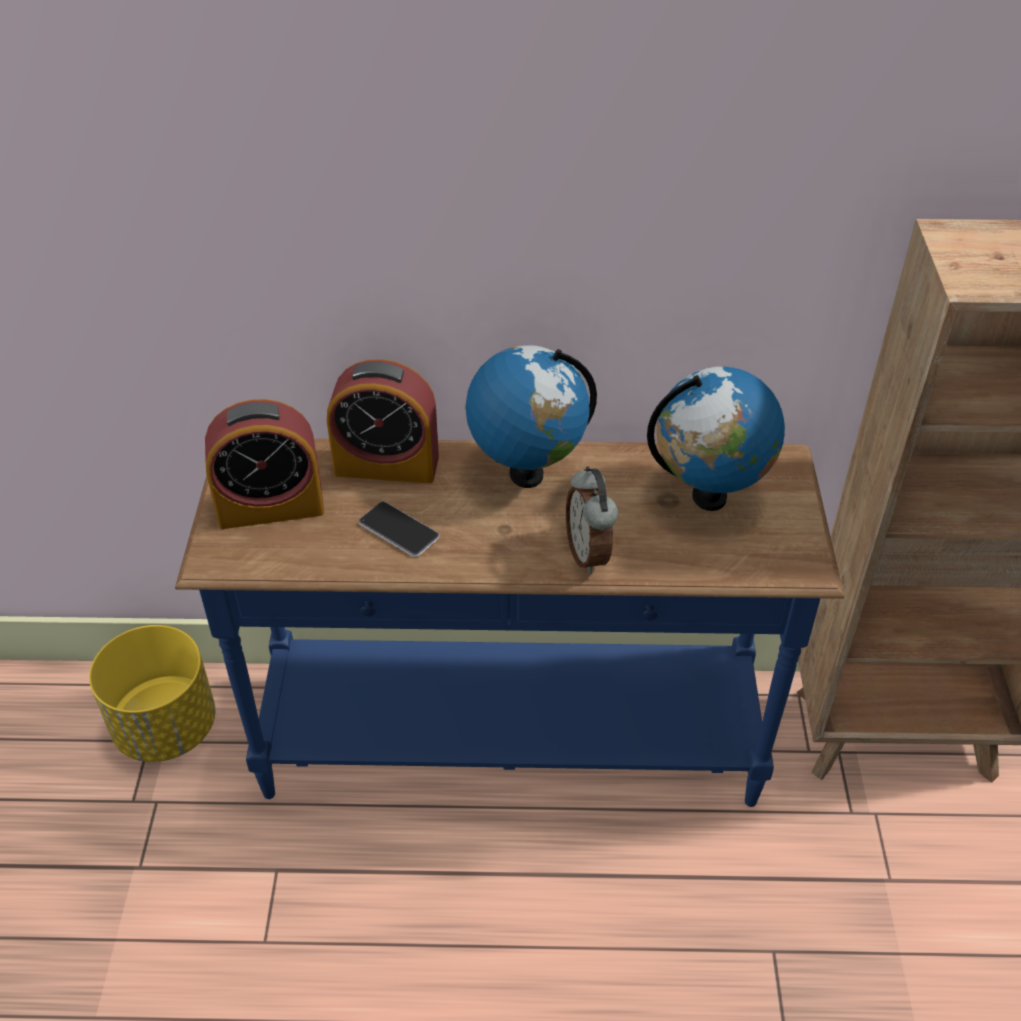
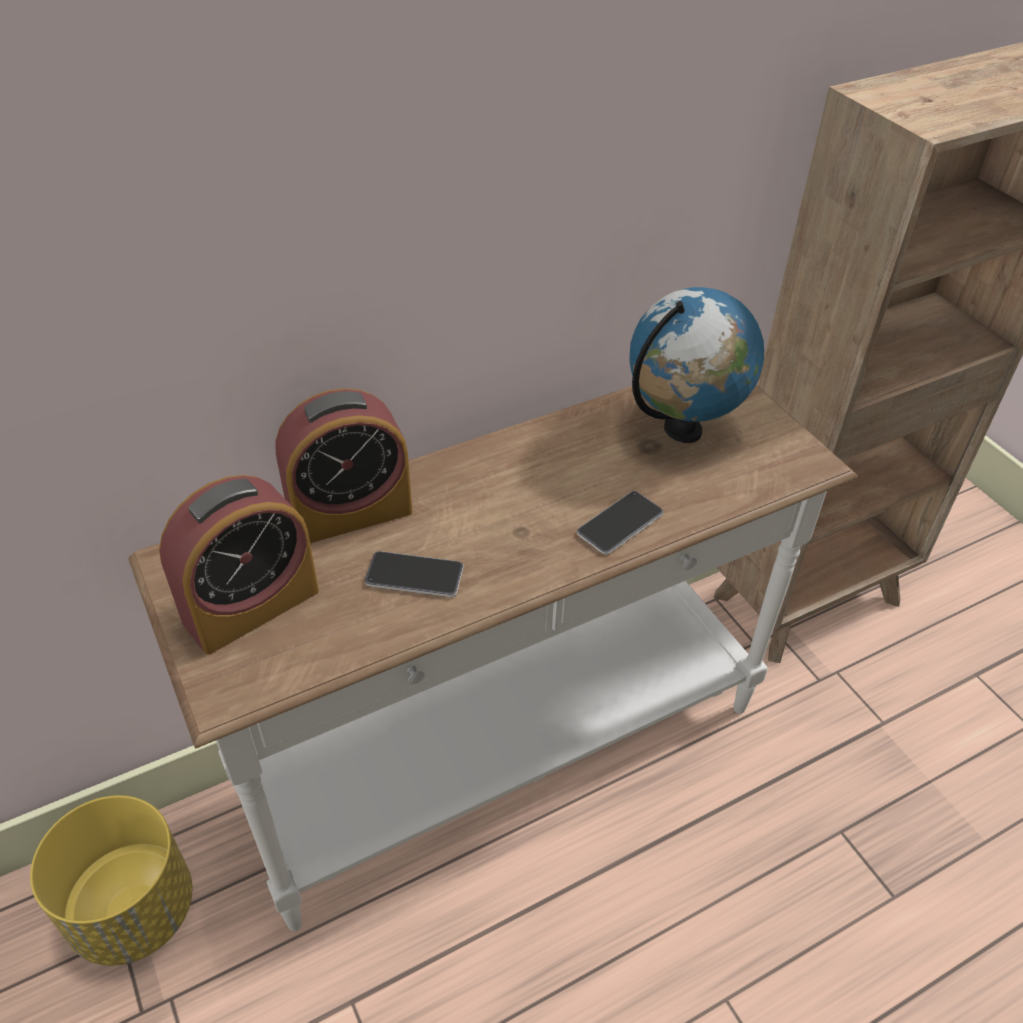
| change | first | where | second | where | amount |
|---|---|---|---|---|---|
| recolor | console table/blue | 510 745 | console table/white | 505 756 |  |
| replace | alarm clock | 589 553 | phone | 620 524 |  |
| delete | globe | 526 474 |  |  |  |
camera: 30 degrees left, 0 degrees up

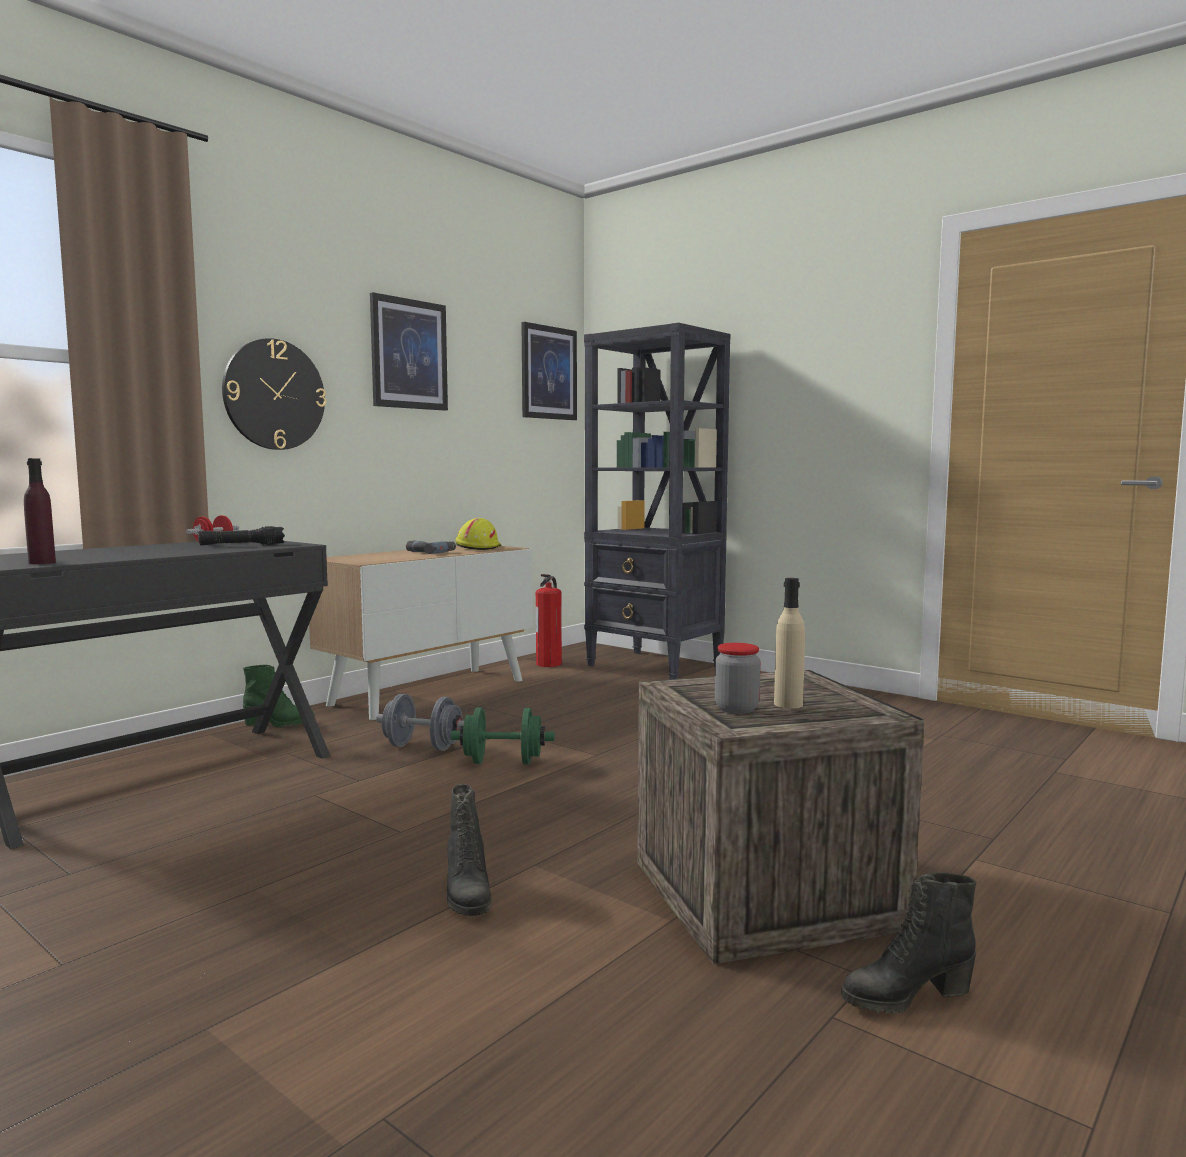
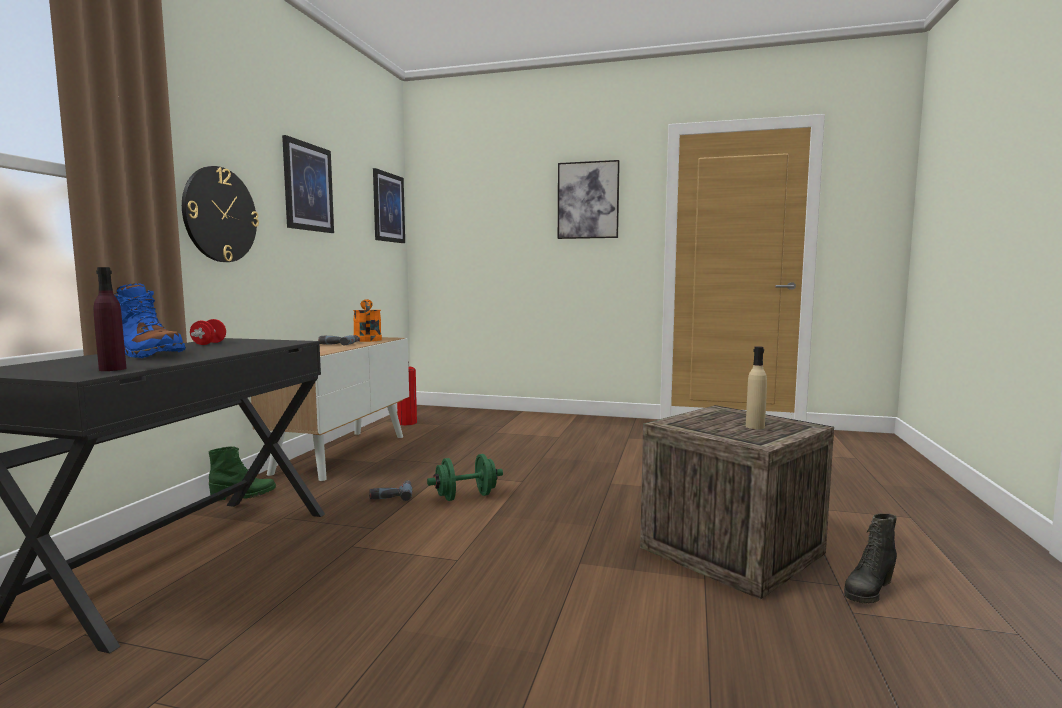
| change | first | where | second | where | amount |
|---|---|---|---|---|---|
| insert |  |  | boot/blue | 146 354 |  |
| replace | hard hat/yellow | 478 548 | watering can/orange | 367 339 |  |
| replace | dumbbell/grey | 423 747 | power drill | 391 495 |  |
| insert |  |  | picture | 588 200 |  |
| delete | flashlight/black | 242 545 |  |  |  |
| delete | boot/black | 466 895 |  |  |  |
| delete | bookcase/black | 655 666 |  |  |  |
| delete | jar | 736 709 |  |  |  |
camera: 25 degrees left, 0 degrees up

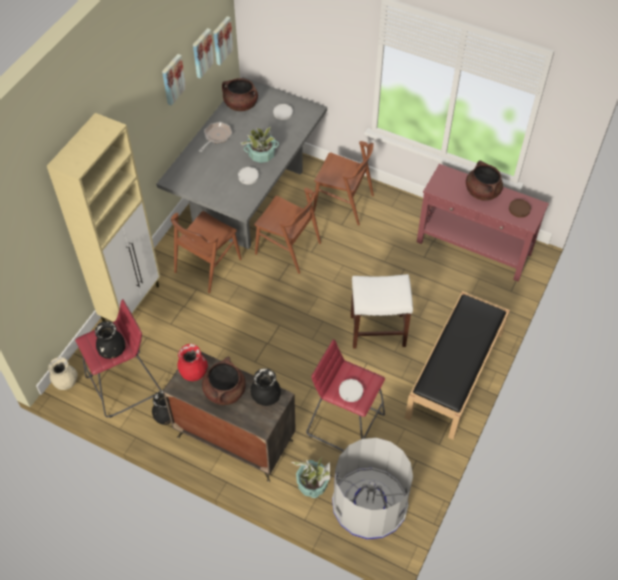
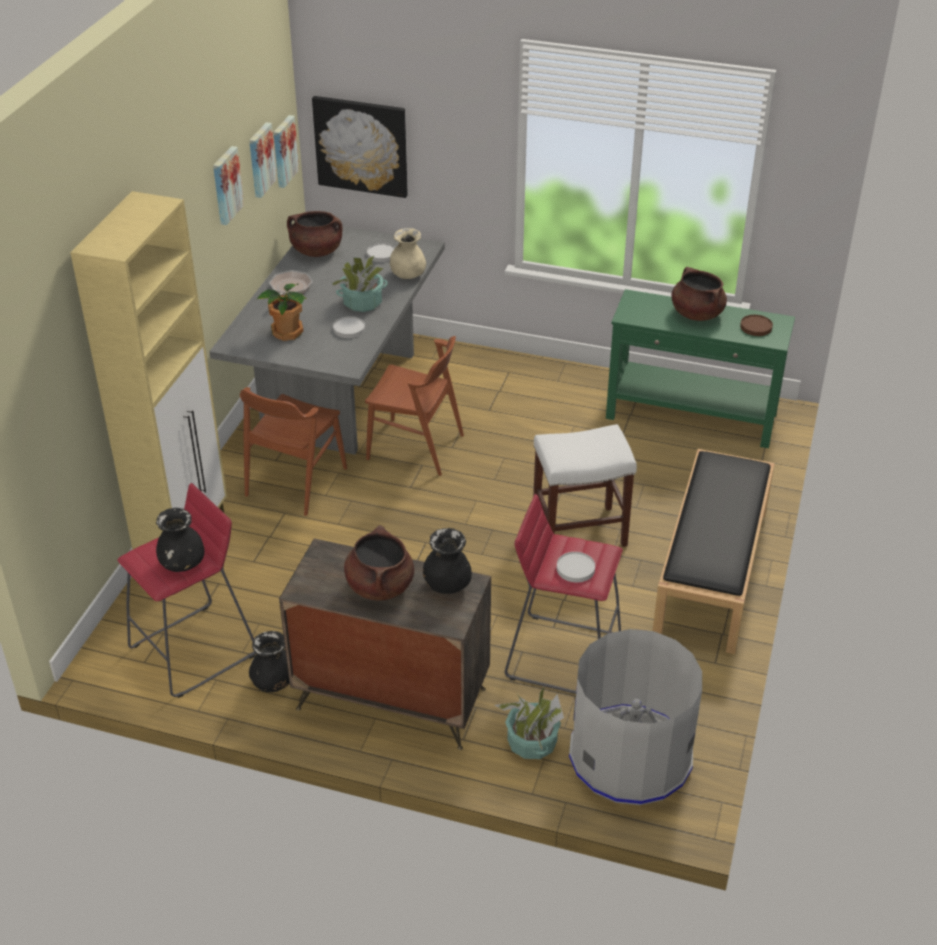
| change | first | where | second | where | amount |
|---|---|---|---|---|---|
| insert |  |  | potted plant | 286 332 |  |
| insert |  |  | picture | 361 146 |  |
| move | vase/beige | 65 382 |  | 408 275 |  |
| recolor | console table/red | 474 248 | console table/green | 692 417 |  |
| delete | vase/red | 193 372 |  |  |  |
| delete | chair/brown | 343 203 |  |  |  |
camera: 10 degrees left, 15 degrees down

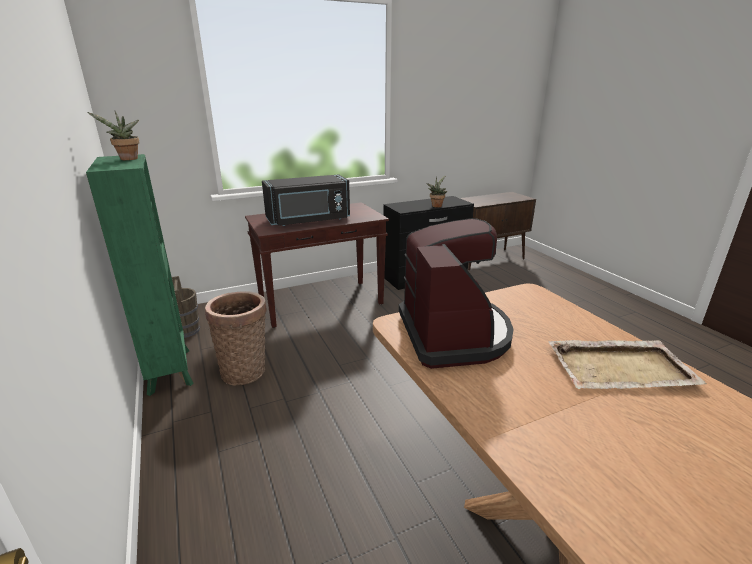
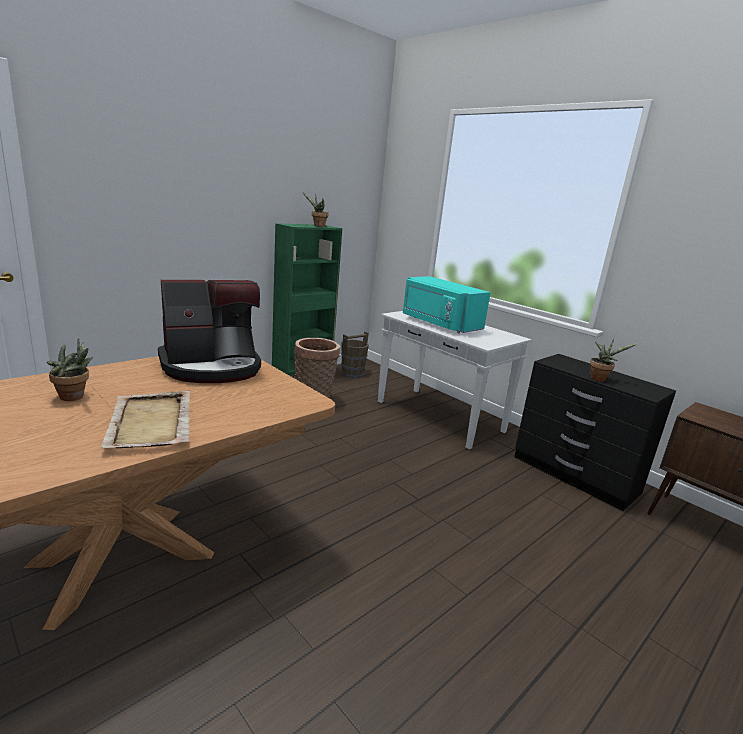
| change | first | where | second | where | amount |
|---|---|---|---|---|---|
| insert |  |  | potted plant | 75 397 |  |
| recolor | console table/brown | 322 303 | console table/white | 440 417 |  |
| recolor | microwave/black | 309 220 | microwave/turquoise | 439 324 |  |
camera: 70 degrees right, 5 degrees down

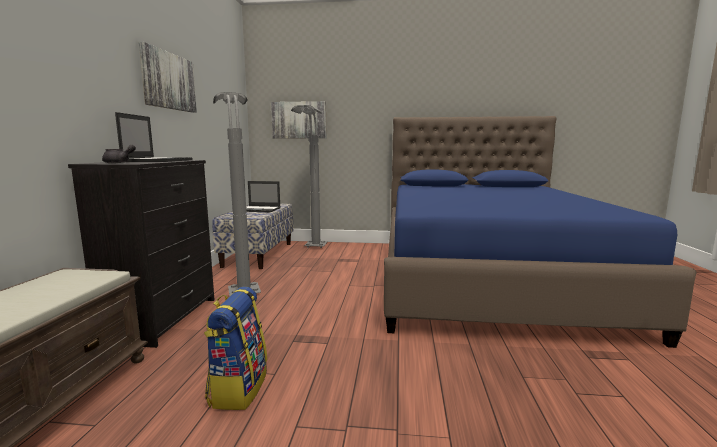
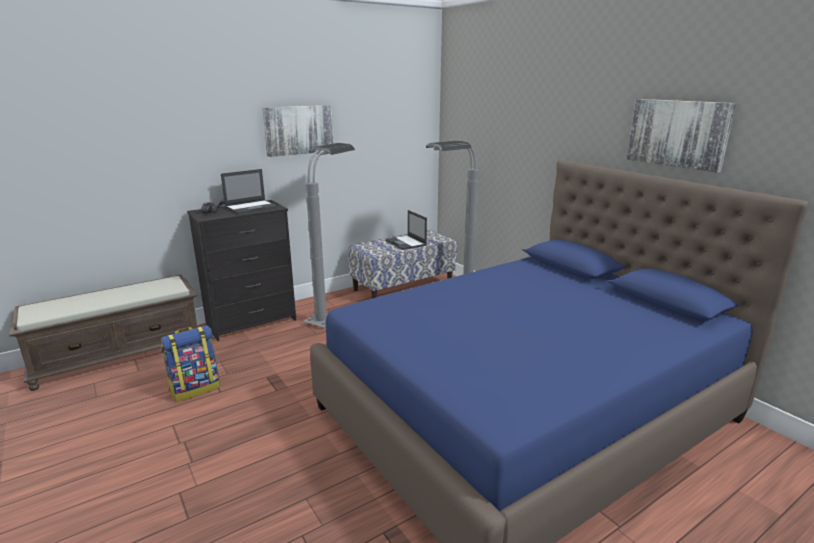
| change | first | where | second | where | amount |
|---|---|---|---|---|---|
| move | picture | 299 120 |  | 678 133 |  |
camera: 50 degrees right, 10 degrees up

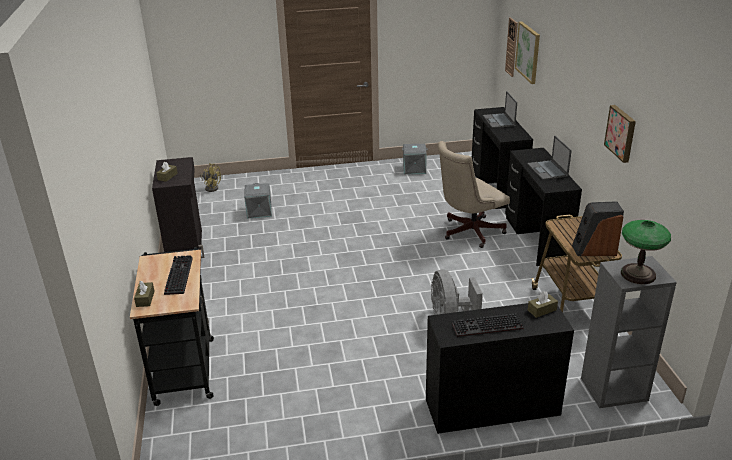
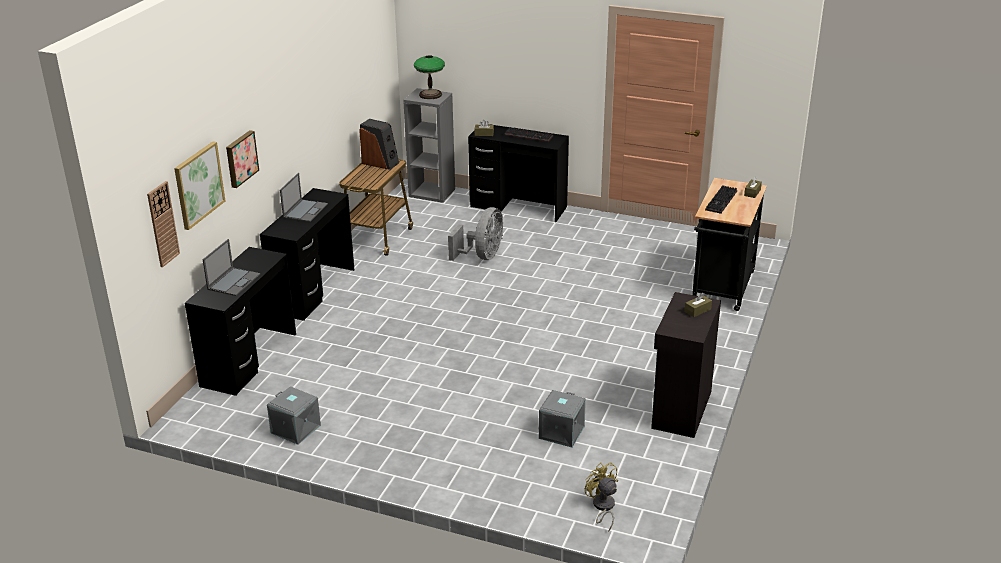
| change | first | where | second | where | amount |
|---|---|---|---|---|---|
| move | picture | 621 133 |  | 240 158 |  |
| delete | office chair/beige | 468 232 |  |  |  |
camera: 150 degrees left, 0 degrees up

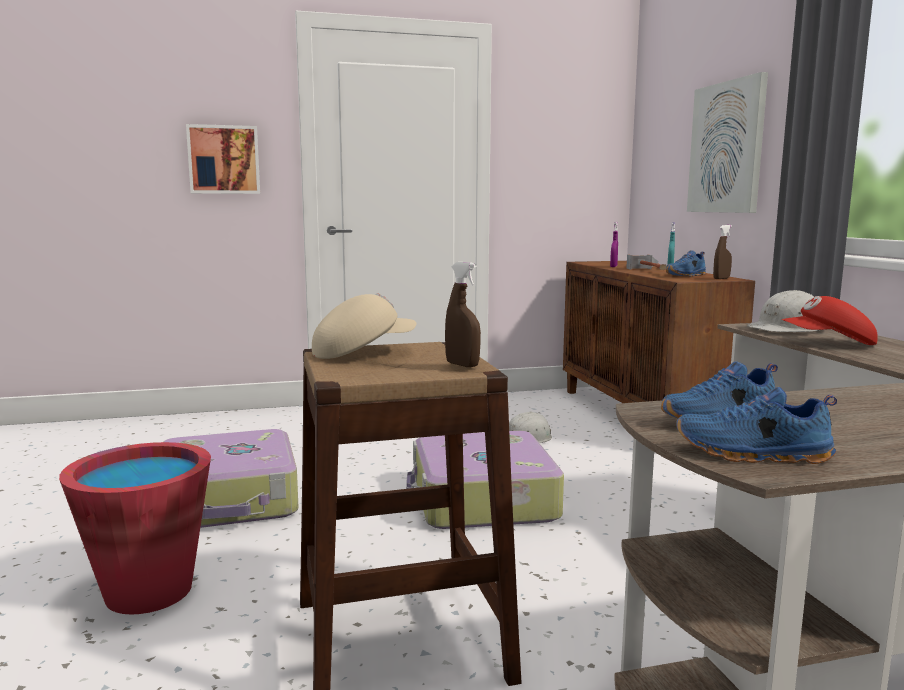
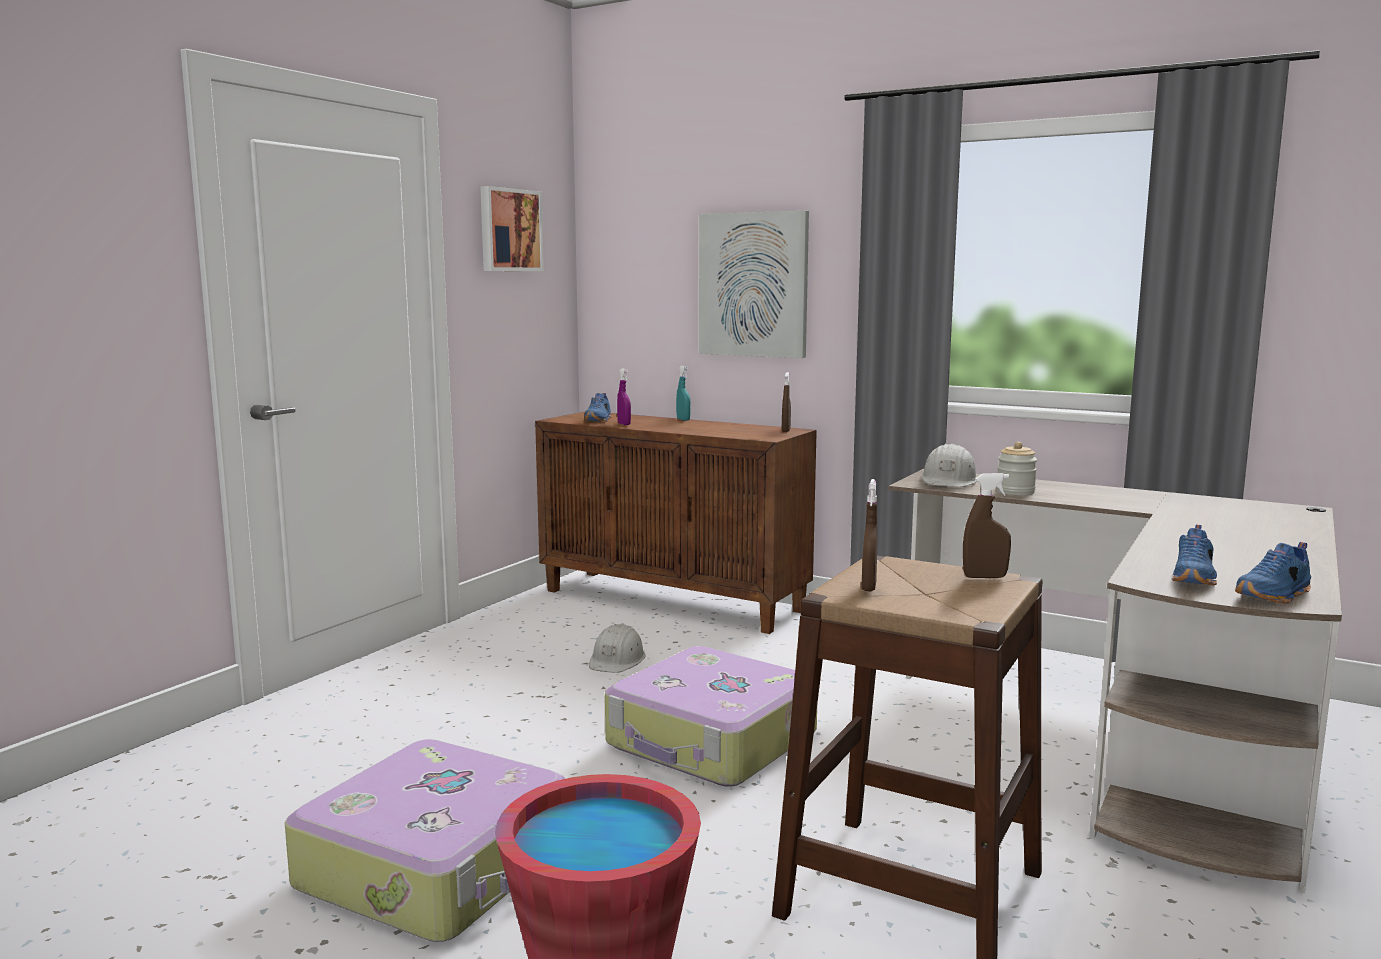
| change | first | where | second | where | amount |
|---|---|---|---|---|---|
| move | picture | 224 160 |  | 509 230 |  |
| move | shoe/blue | 687 275 |  | 599 420 |  |
| replace | cap/beige | 362 352 | spray bottle/brown | 868 587 |  |
| replace | cap/red | 829 343 | jar | 1015 492 |  |
| delete | hammer | 653 271 |  |  |  |
camera: 45 degrees left, 0 degrees up

